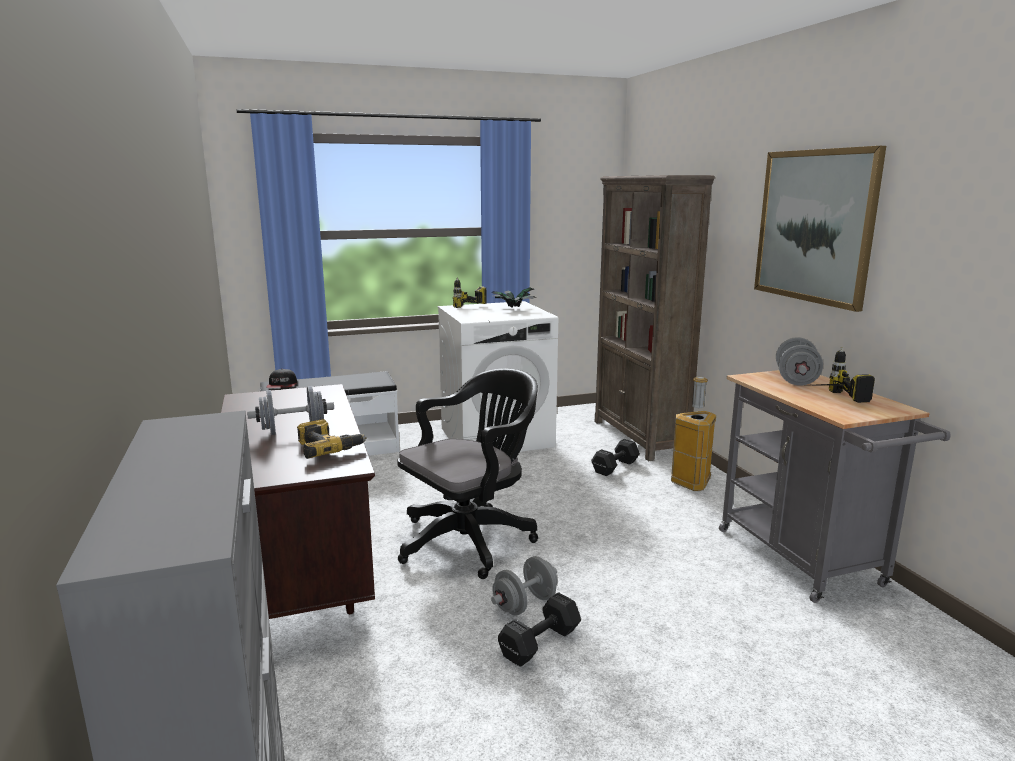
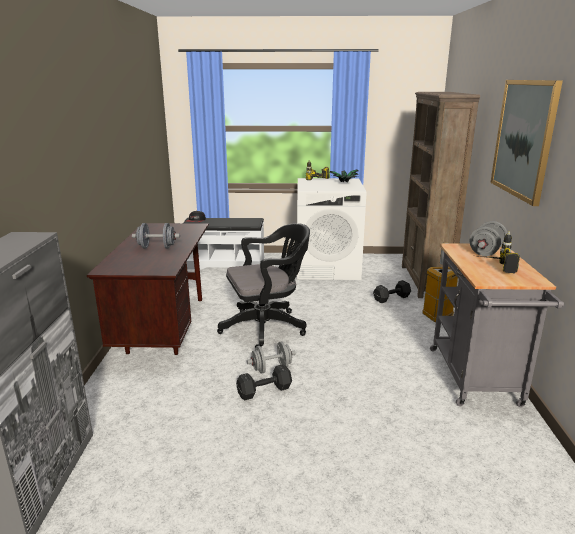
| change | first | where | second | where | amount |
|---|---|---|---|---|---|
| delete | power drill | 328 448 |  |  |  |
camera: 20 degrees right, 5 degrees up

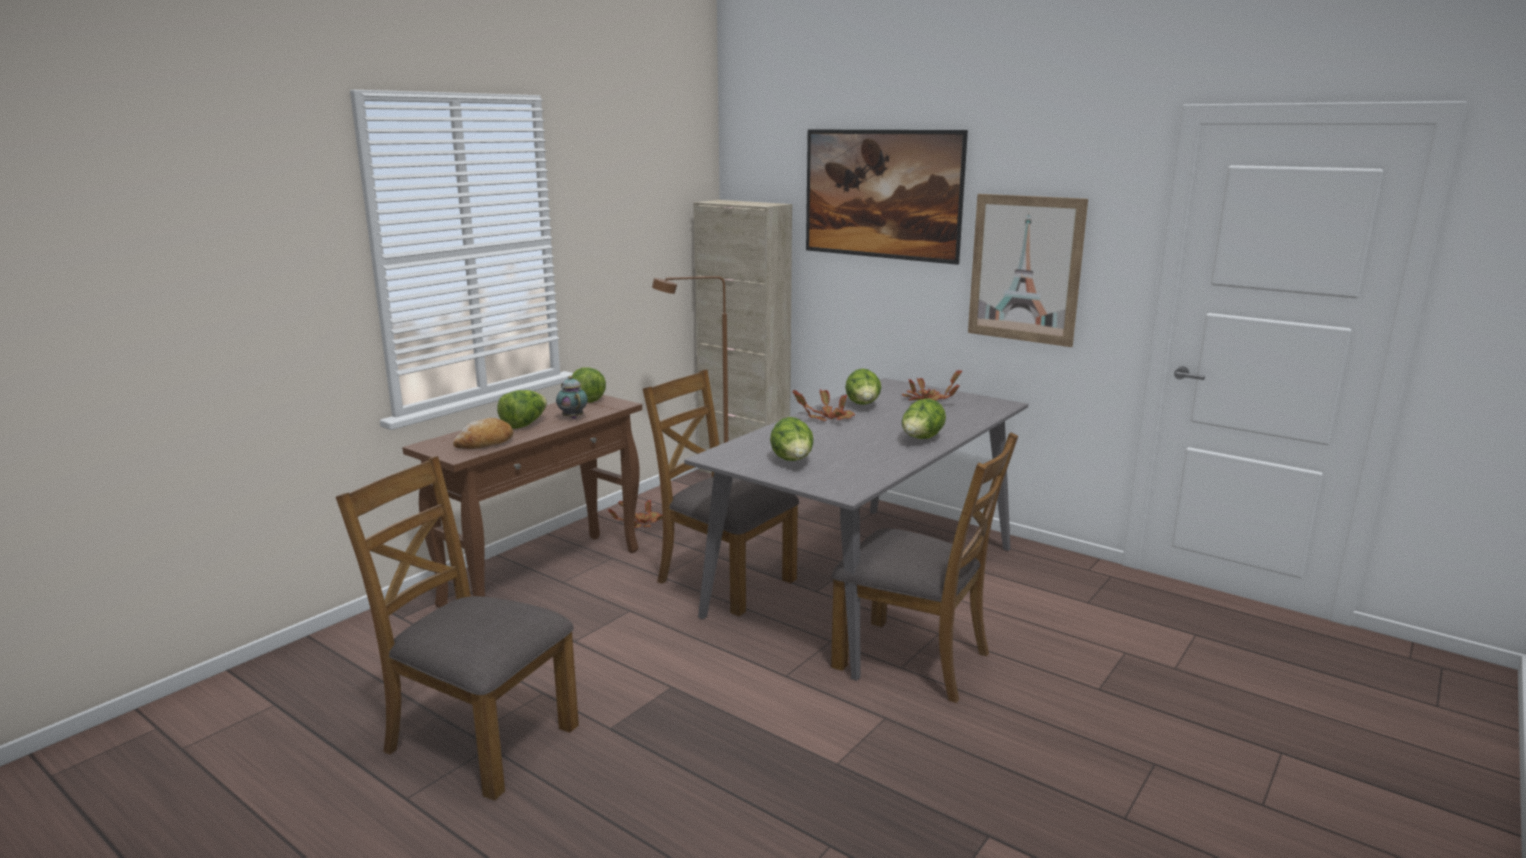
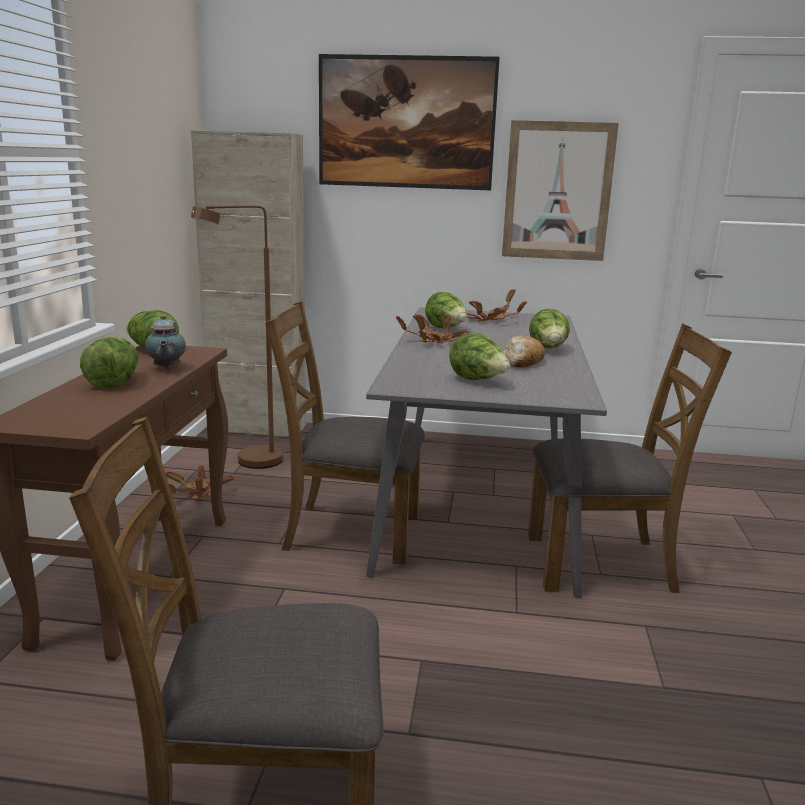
| change | first | where | second | where | amount |
|---|---|---|---|---|---|
| rotate | teapot | 572 417 |  | 166 369 | 135 degrees counterclockwise |
| move | bread | 485 443 |  | 522 361 |  |
camera: 30 degrees left, 0 degrees up

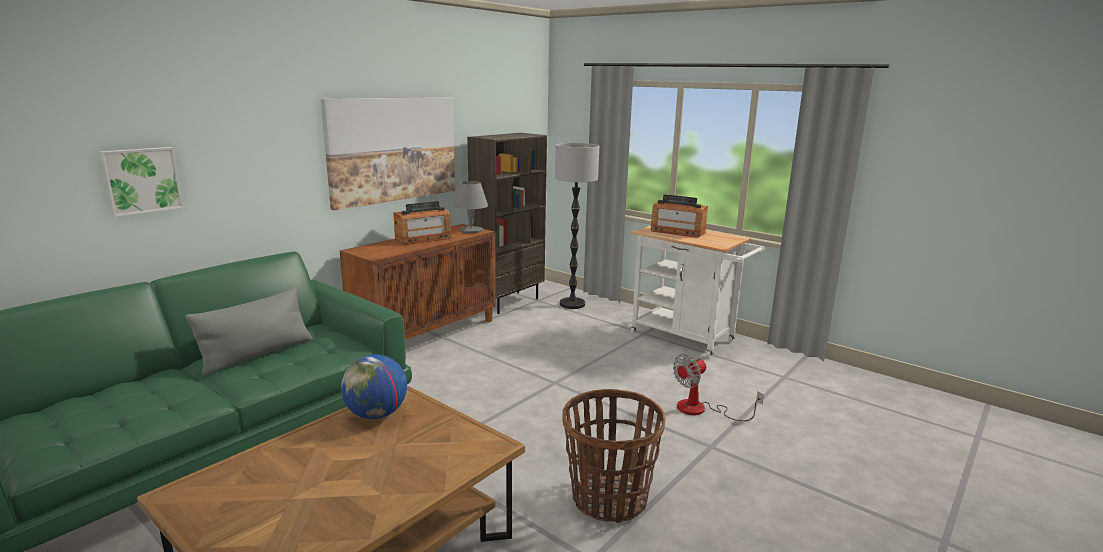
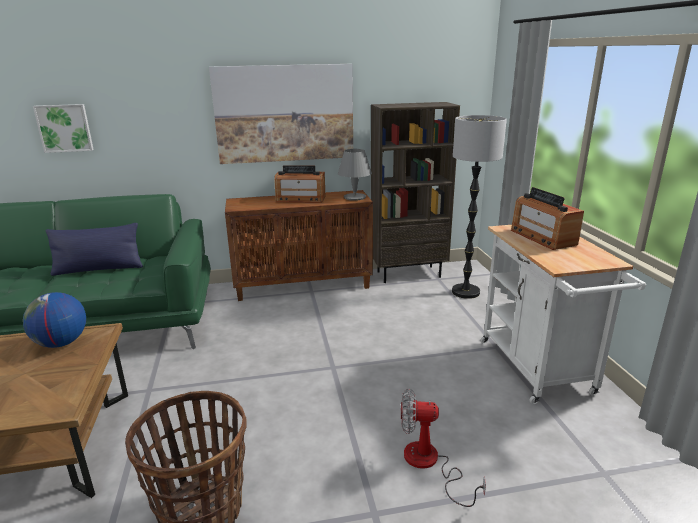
| change | first | where | second | where | amount |
|---|---|---|---|---|---|
| recolor | pillow/grey | 257 354 | pillow/blue | 99 269 |  |
camera: 40 degrees right, 5 degrees up

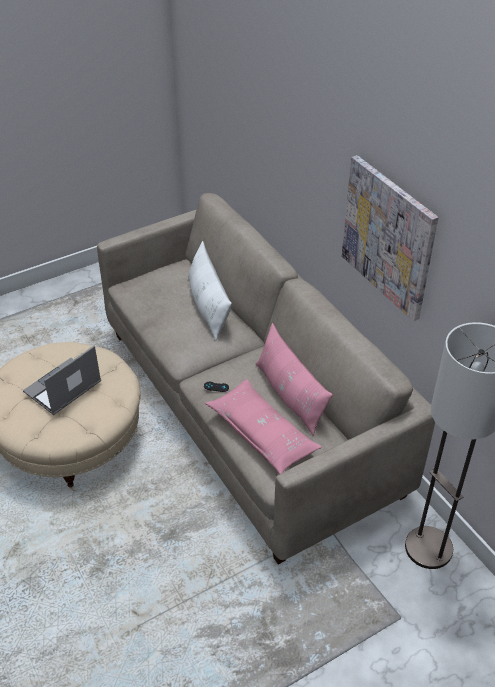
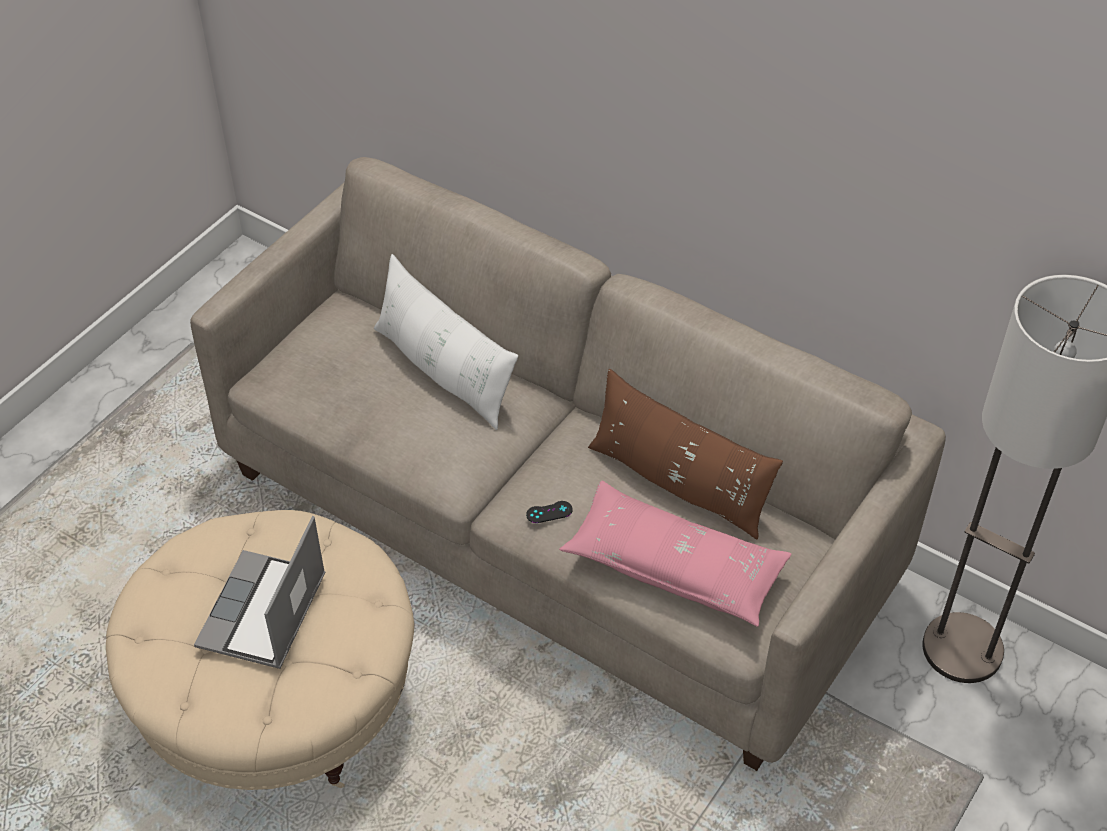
| change | first | where | second | where | amount |
|---|---|---|---|---|---|
| recolor | pillow/pink | 290 396 | pillow/brown | 678 483 |  |
| delete | picture | 388 237 |  |  |  |
camera: 25 degrees left, 5 degrees up

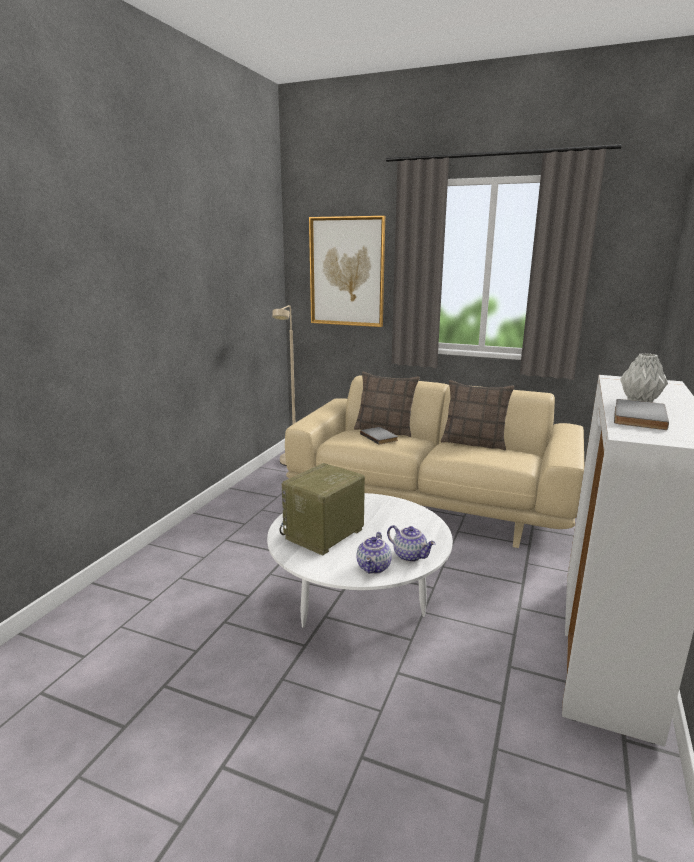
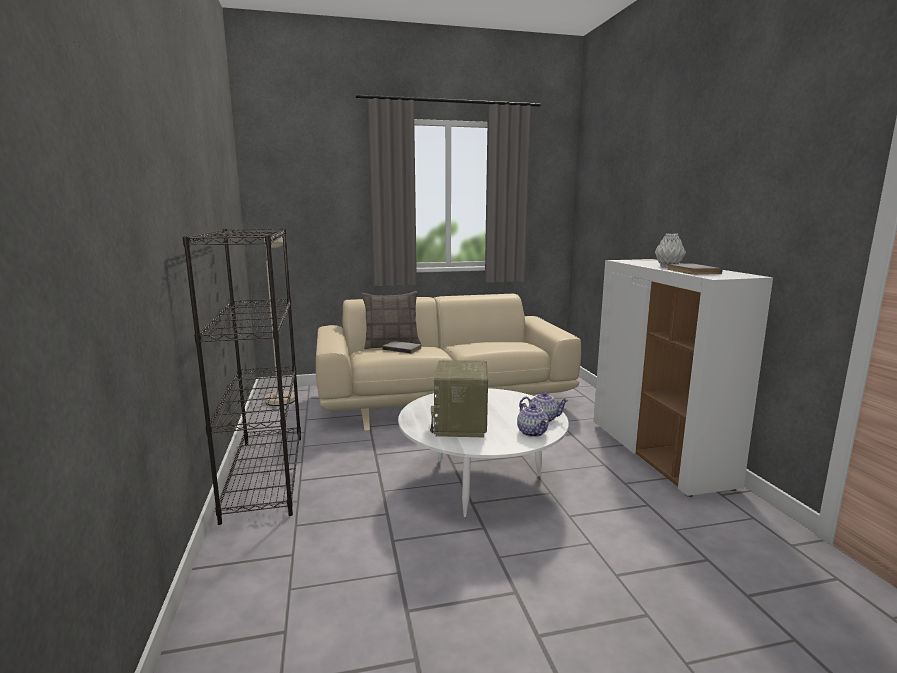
| change | first | where | second | where | amount |
|---|---|---|---|---|---|
| insert |  |  | bookcase/black | 265 474 |  |
| delete | picture | 347 272 |  |  |  |
| delete | pillow | 474 443 |  |  |  |
camera: 35 degrees left, 5 degrees down

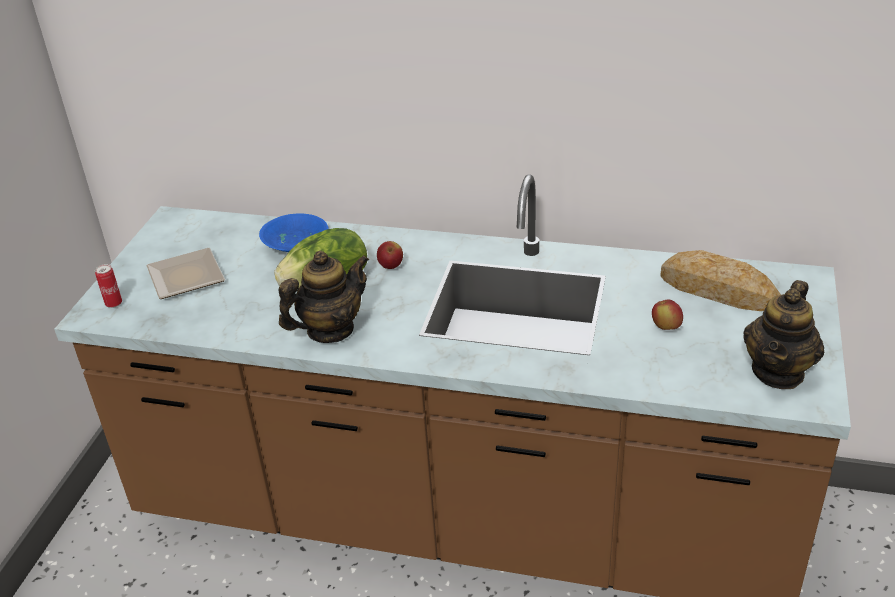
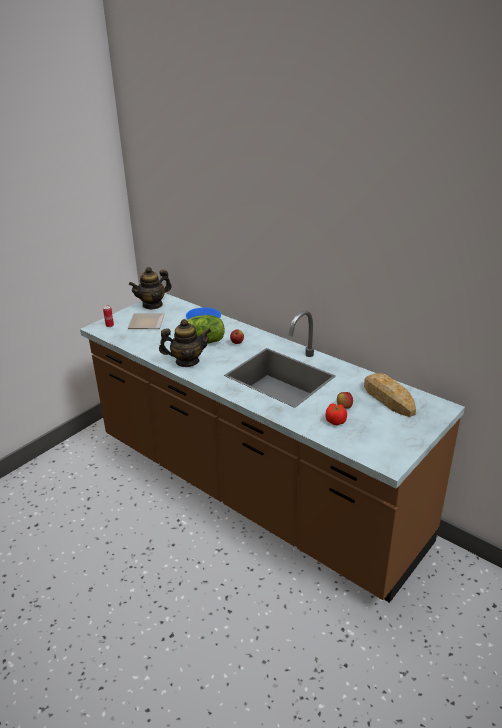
| change | first | where | second | where | amount |
|---|---|---|---|---|---|
| move | teapot | 778 372 |  | 152 305 |  |
| insert |  |  | tomato | 335 421 |  |
camera: 25 degrees right, 5 degrees down

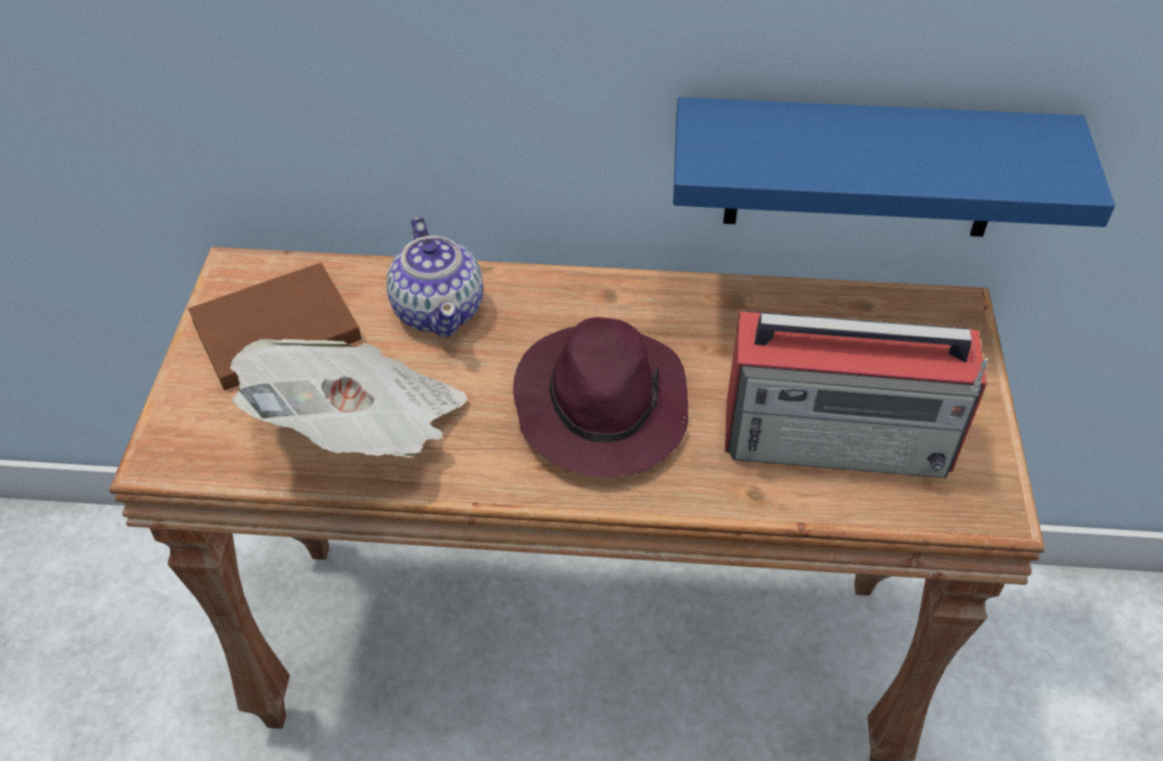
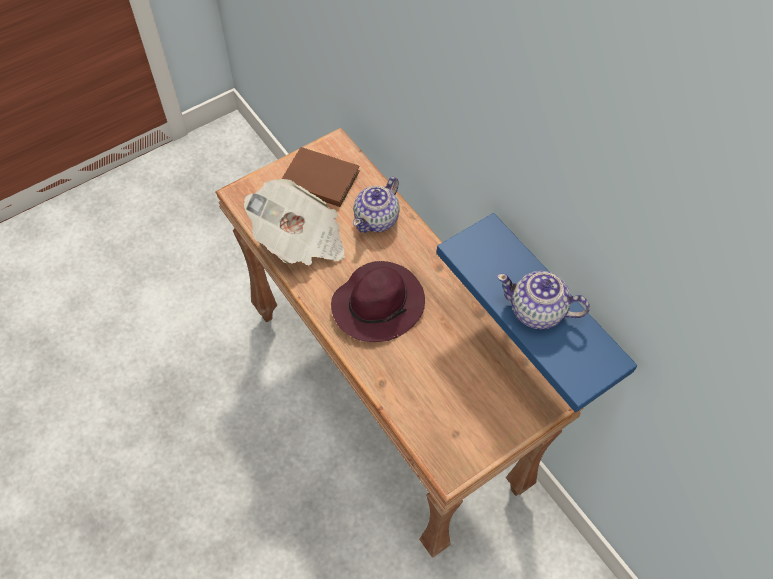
| change | first | where | second | where | amount |
|---|---|---|---|---|---|
| insert |  |  | teapot | 537 311 |  |
| delete | radio | 840 438 |  |  |  |
camera: 50 degrees right, 10 degrees up

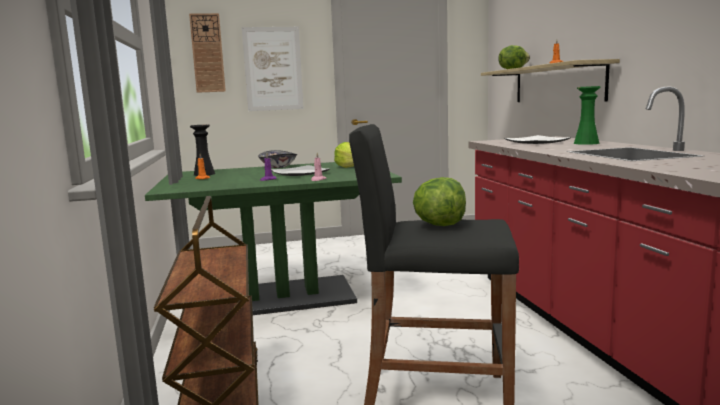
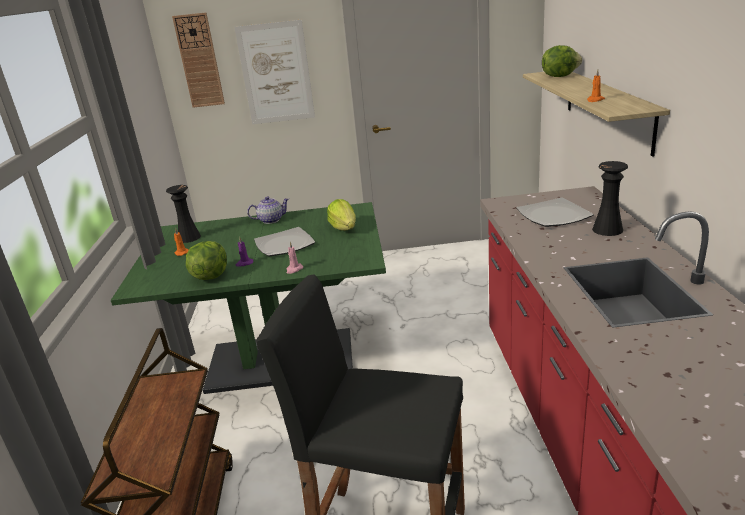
| change | first | where | second | where | amount |
|---|---|---|---|---|---|
| move | lettuce | 440 224 |  | 210 276 |  |
| replace | bowl | 278 167 | teapot | 270 220 |  |
| recolor | vase/green | 586 143 | vase/black | 607 229 |  |
camera: 10 degrees right, 15 degrees up

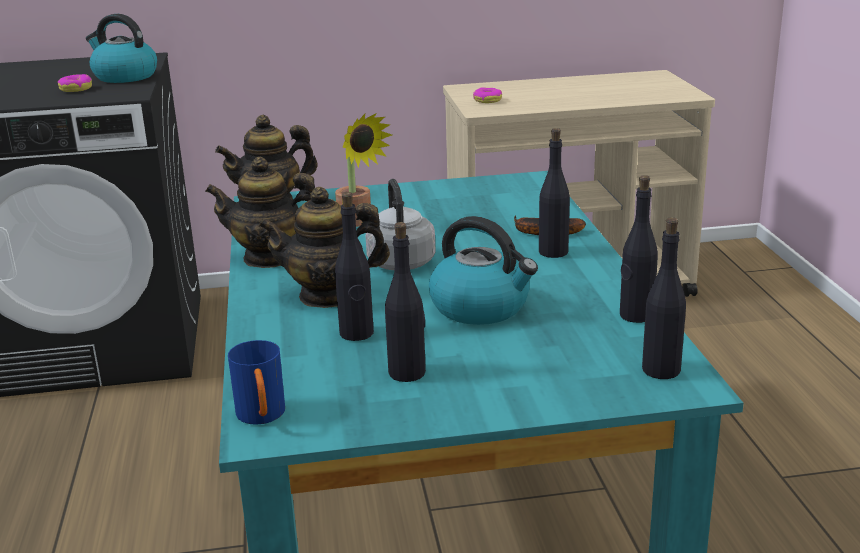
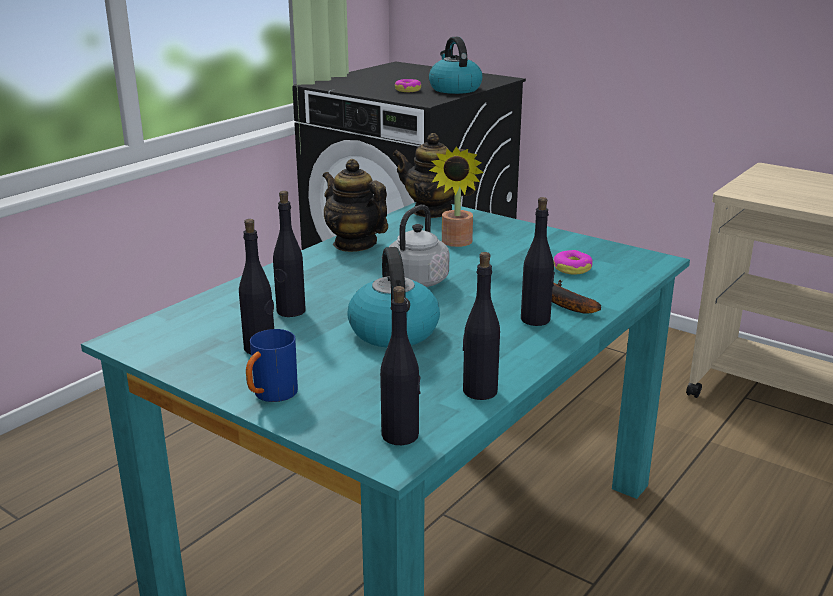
| change | first | where | second | where | amount |
|---|---|---|---|---|---|
| move | mug/blue | 262 417 |  | 270 396 |  |
| move | donut | 487 100 |  | 572 268 |  |
| delete | teapot | 328 295 |  |  |  |
camera: 45 degrees right, 0 degrees up

